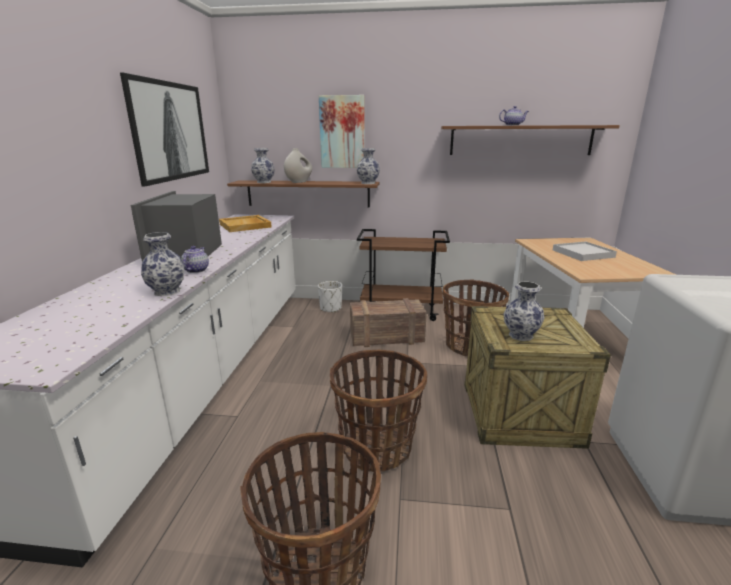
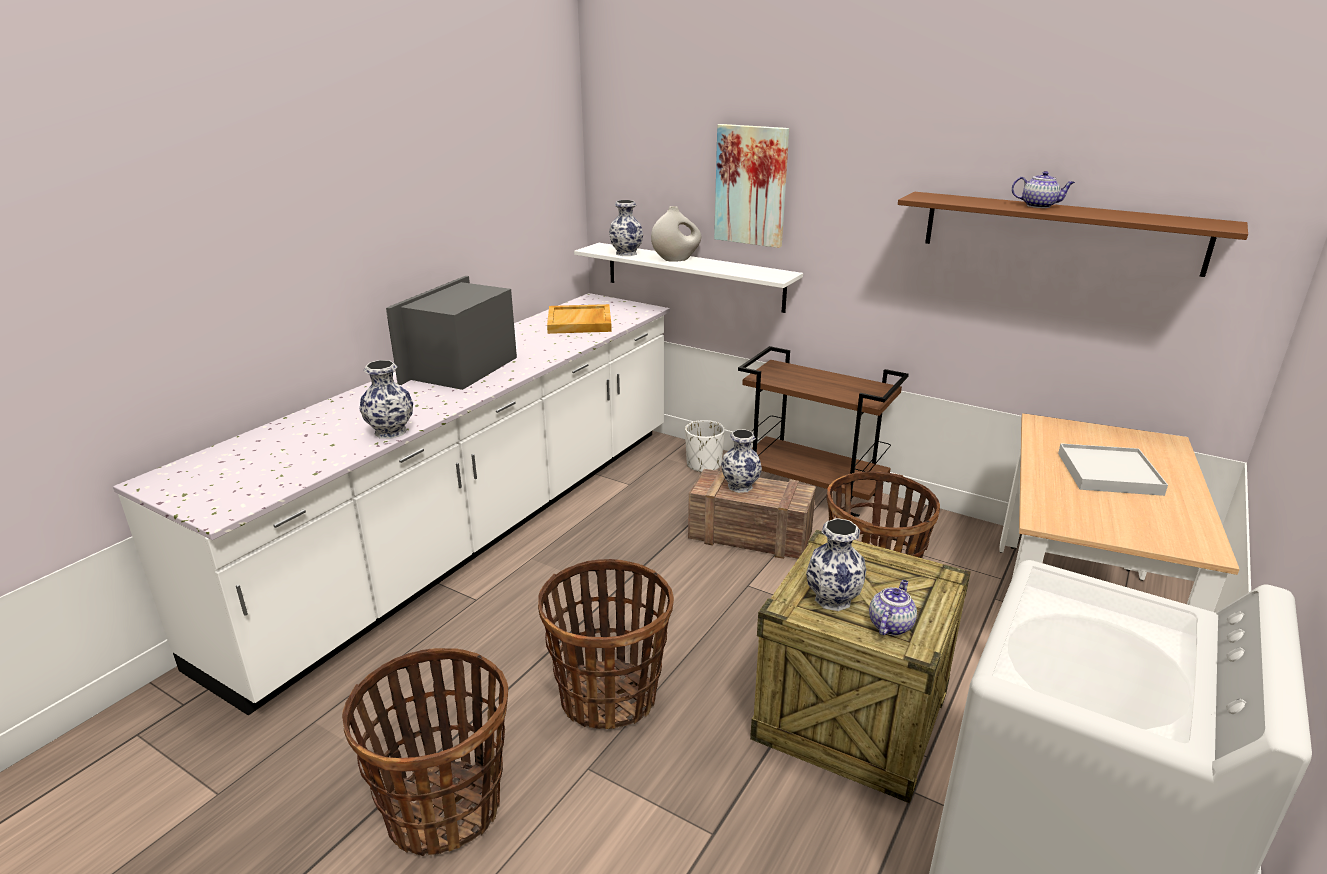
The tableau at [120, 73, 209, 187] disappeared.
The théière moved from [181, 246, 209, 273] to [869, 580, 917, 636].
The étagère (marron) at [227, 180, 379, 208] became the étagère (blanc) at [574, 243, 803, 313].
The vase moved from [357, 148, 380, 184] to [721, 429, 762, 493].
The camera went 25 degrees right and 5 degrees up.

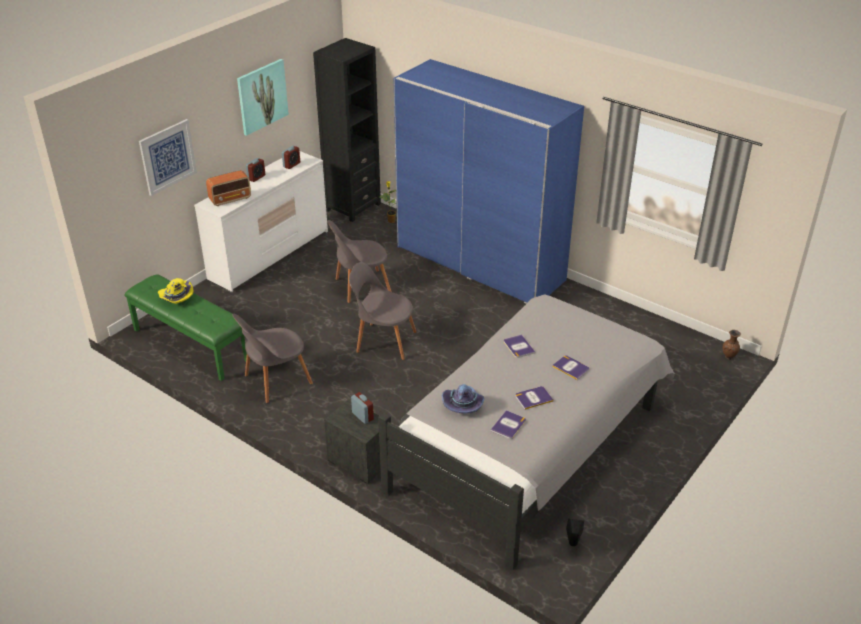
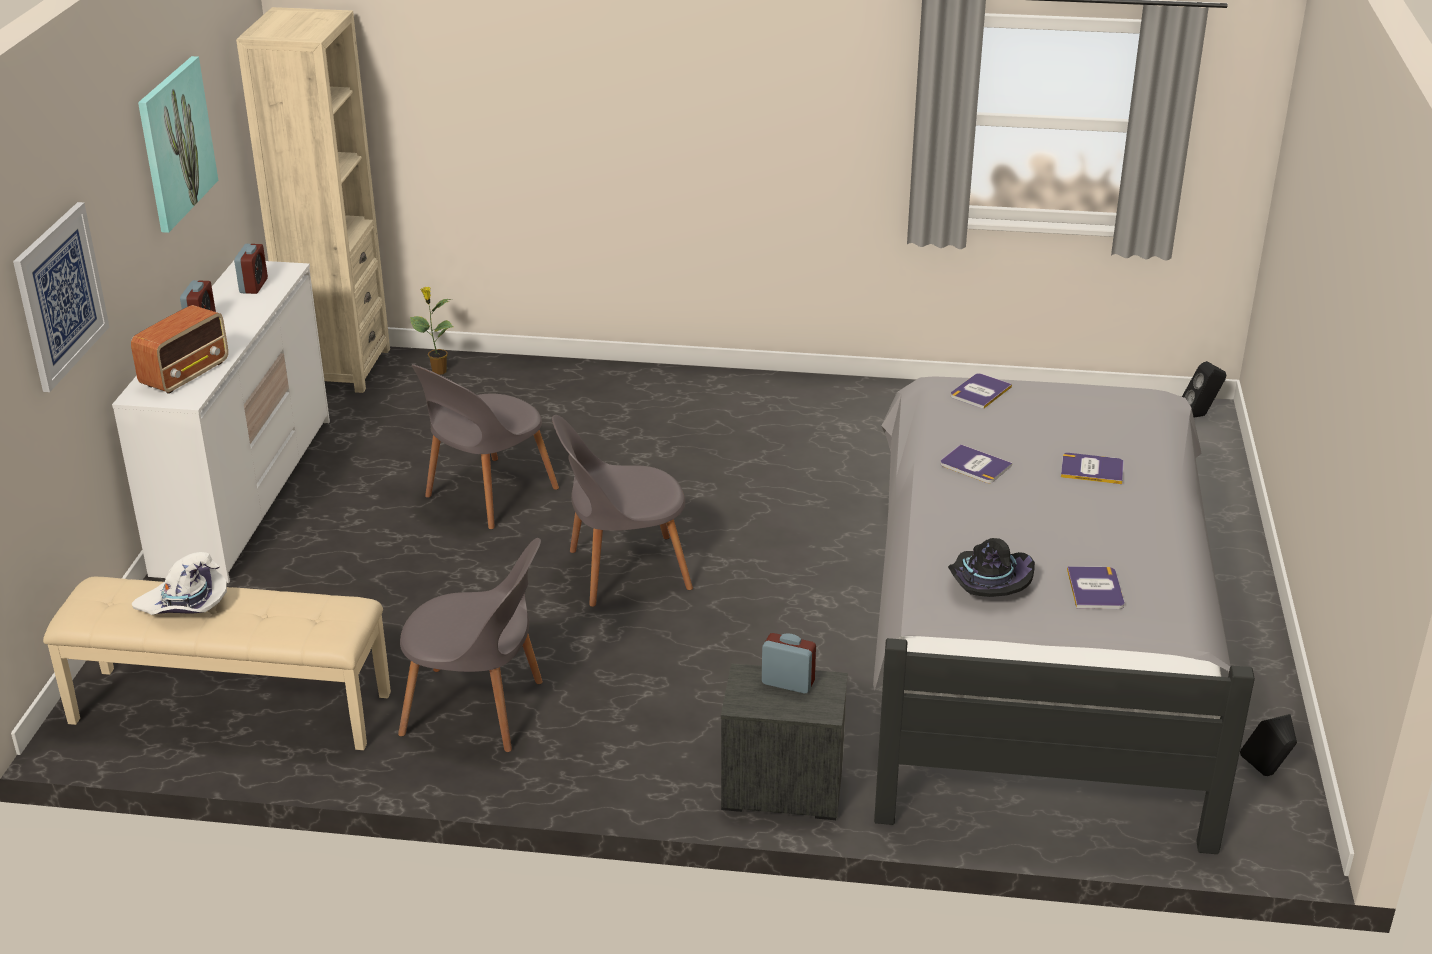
The banc (vert) at [124, 274, 251, 381] became the banc (beige) at [43, 577, 391, 750].
The chapeau (jaune) at [158, 278, 193, 304] became the chapeau (blanc) at [132, 552, 227, 615].
The chaise (gris) at [232, 314, 313, 403] turned 105 degrees counterclockwise.
The bibliothèque (noir) at [313, 38, 381, 222] became the bibliothèque (beige) at [236, 7, 390, 393].
The armoire (bleu) at [394, 59, 584, 304] disappeared.
The chapeau (violet) at [442, 384, 484, 414] became the chapeau (noir) at [948, 538, 1035, 597].
The livre moved from [515, 386, 554, 410] to [951, 373, 1012, 409].
The vase (marron) at [723, 330, 741, 360] was replaced by the enceinte (noir) at [1182, 361, 1226, 417].
The camera went 30 degrees left and 5 degrees down.

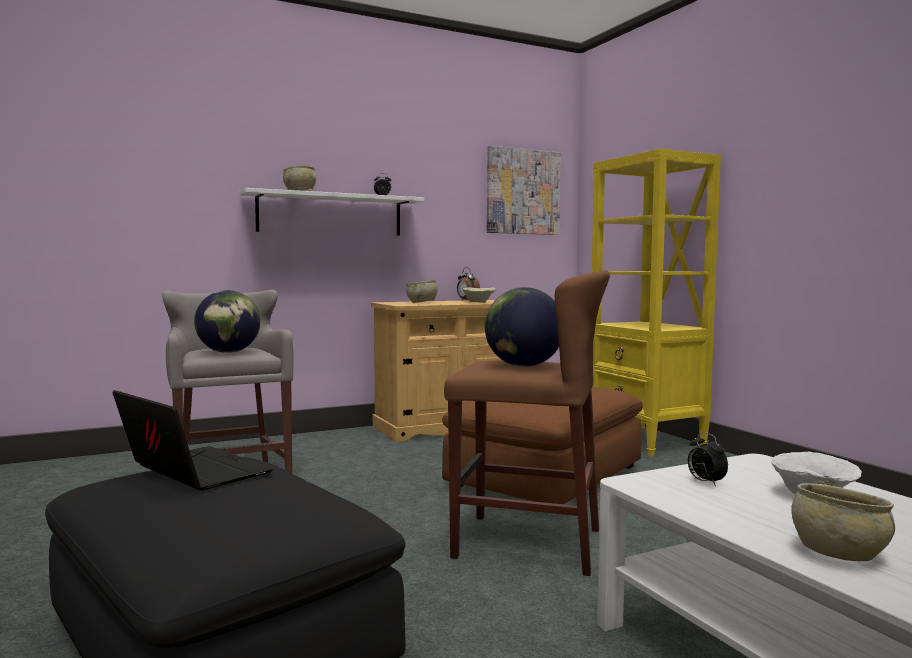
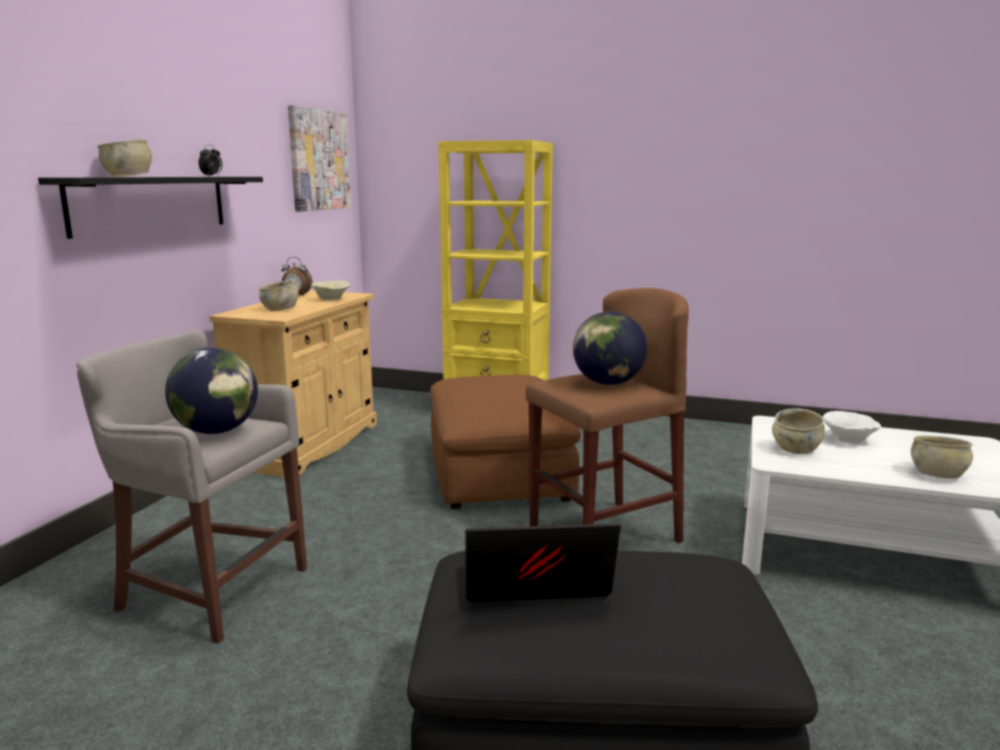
The étagère (blanc) at [240, 188, 424, 235] became the étagère (noir) at [38, 177, 263, 239].
The réveil at [688, 432, 728, 487] was replaced by the bol (beige) at [772, 409, 825, 454].
The camera went 45 degrees left and 10 degrees up.

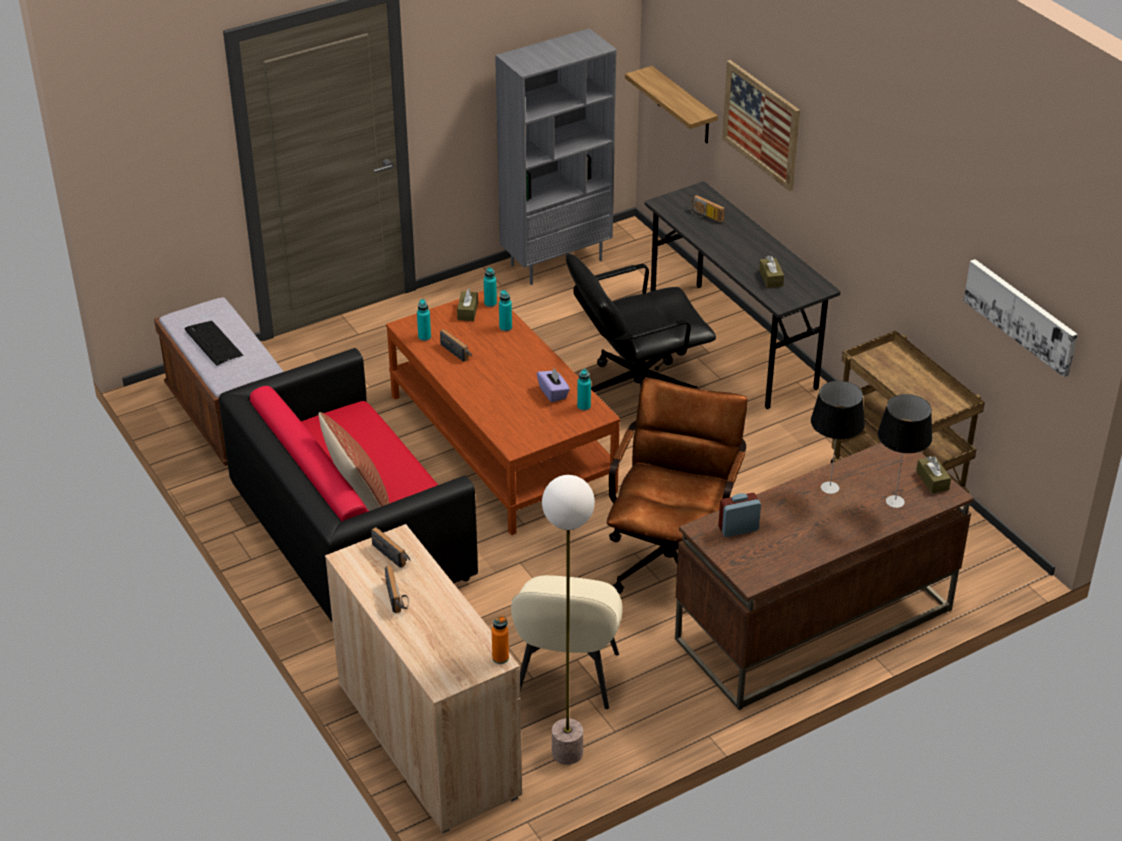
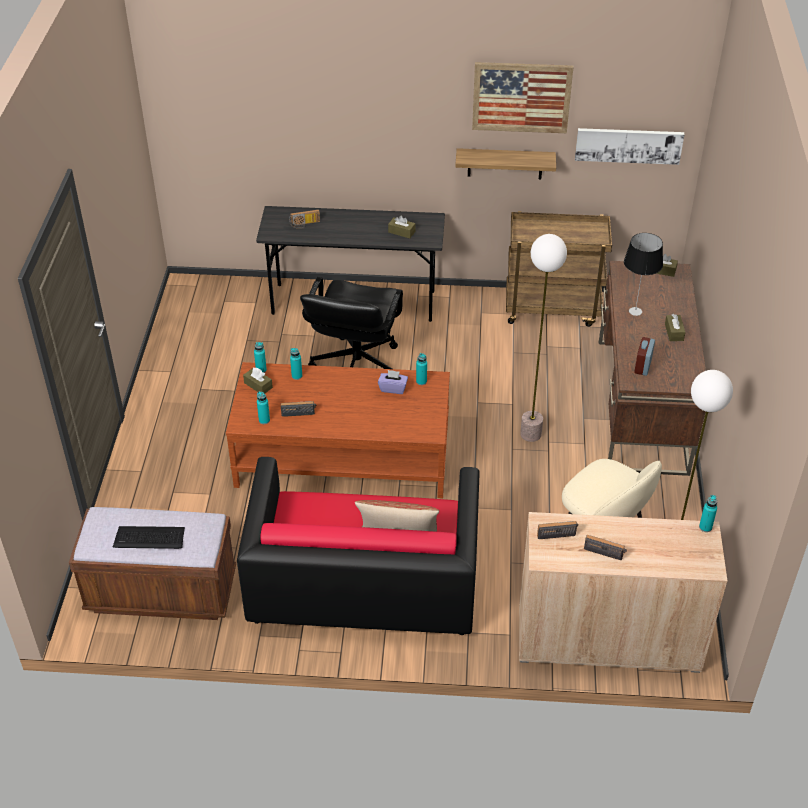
The bouteille (orange) at [492, 616, 509, 664] became the bouteille (turquoise) at [699, 495, 717, 532].
The bibliothèque (gris) at [495, 28, 616, 285] disappeared.
The chaise de bureau (marron) at [607, 378, 748, 594] was replaced by the lampadaire at [520, 234, 567, 442].
The étagère moved from [625, 66, 718, 143] to [455, 148, 556, 179].
The tableau moved from [722, 60, 800, 191] to [472, 62, 573, 133].
The lampe de table at [878, 394, 932, 508] disappeared.
The boîte à mouchoirs (marron) at [665, 314, 685, 341] appeared.
The camera went 55 degrees left and 5 degrees up.

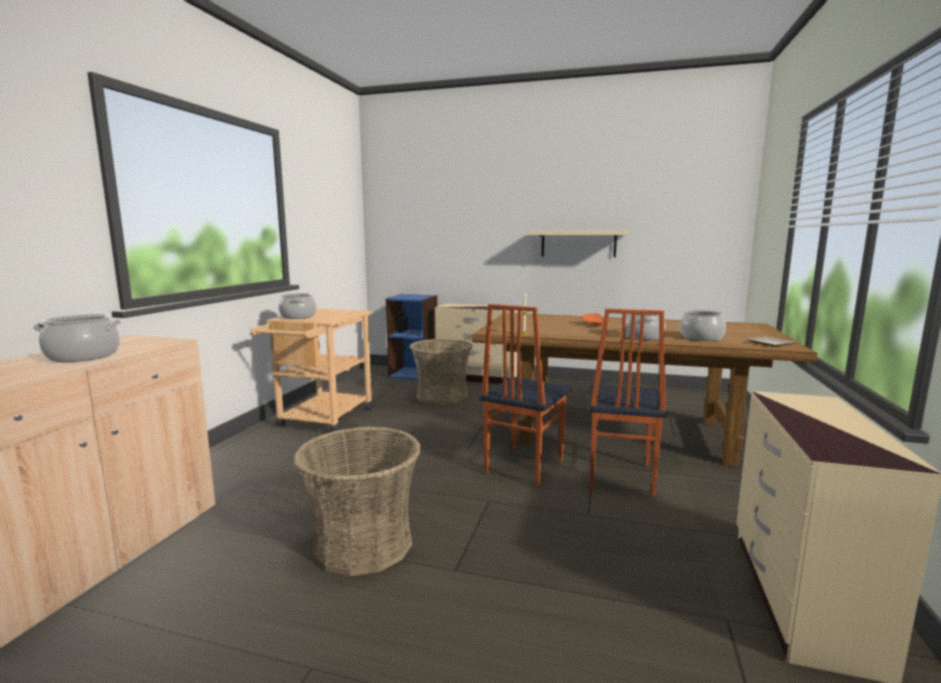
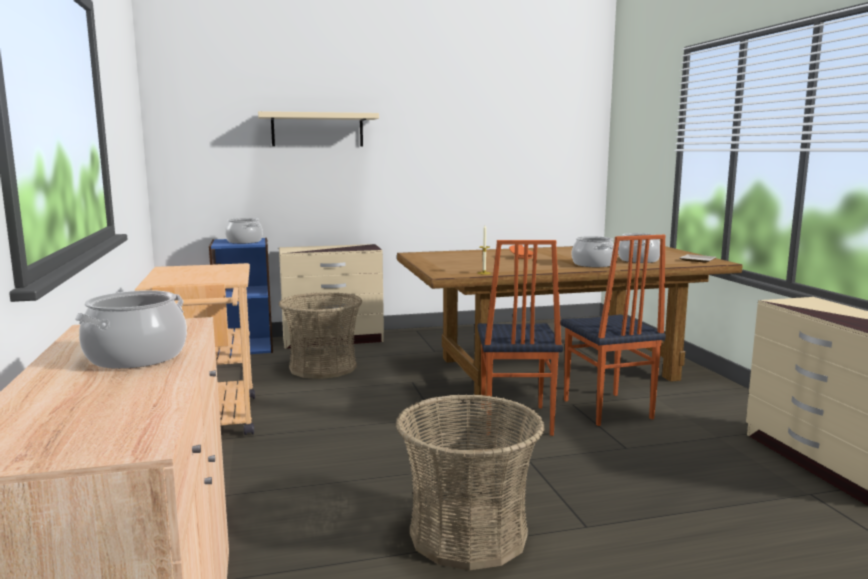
The marmite moved from [279, 293, 317, 319] to [225, 218, 263, 244].
The étagère (beige) moved from [529, 230, 628, 257] to [258, 111, 379, 146].
The camera went 30 degrees left and 0 degrees up.

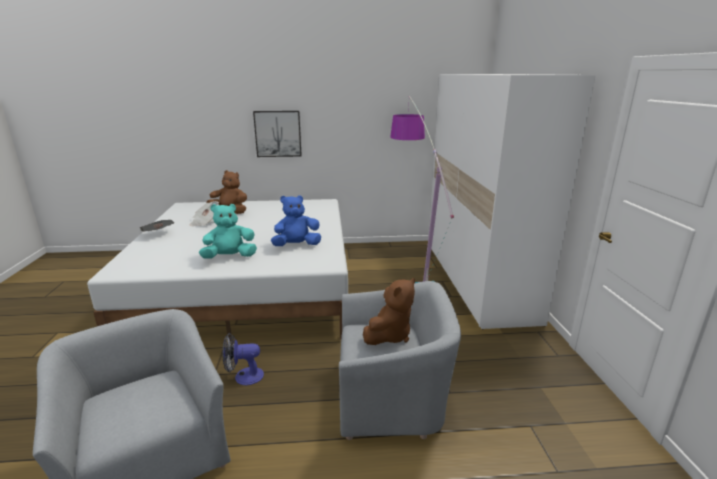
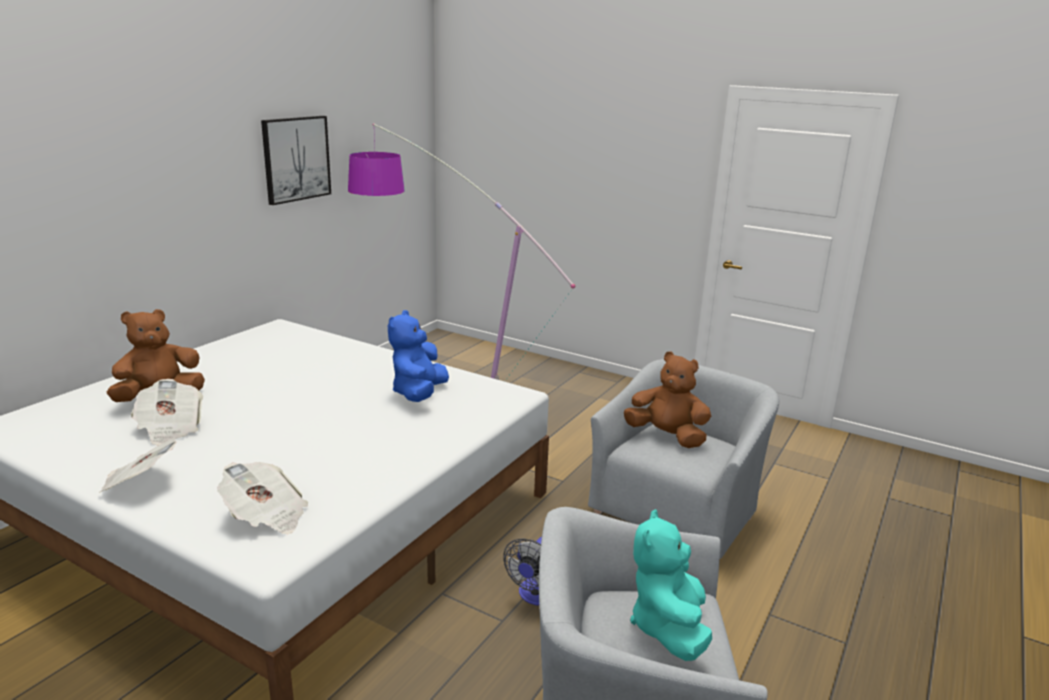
The peluche (turquoise) moved from [199, 204, 257, 258] to [630, 509, 712, 661].
The tableau moved from [253, 111, 302, 157] to [261, 116, 331, 205].
The peluche (marron) at [363, 278, 415, 345] turned 45 degrees counterclockwise.
The armoire (blanc) at [429, 74, 596, 329] disappeared.
The journal at [217, 462, 308, 534] appeared.
The camera went 55 degrees left and 0 degrees up.

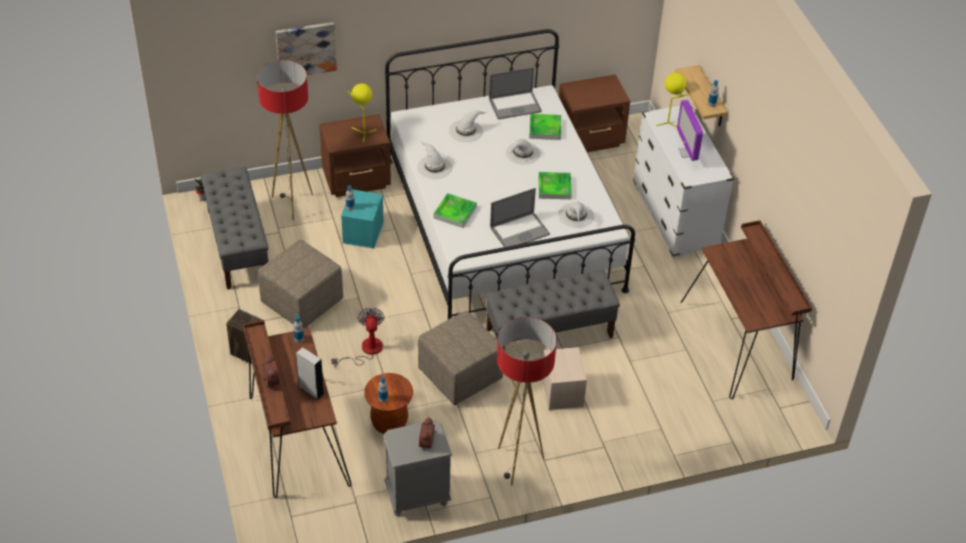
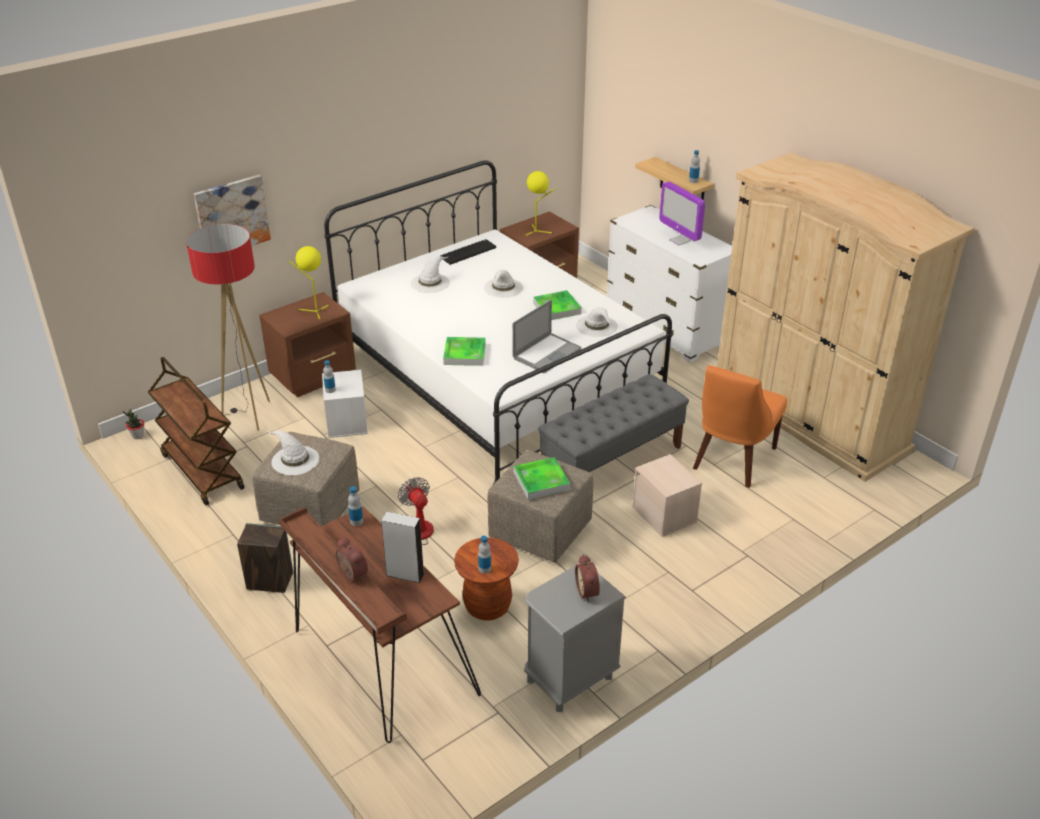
The banc (gris) at [201, 167, 269, 290] was replaced by the chariot (marron) at [148, 357, 245, 505].
The boîte de rangement (turquoise) at [341, 189, 384, 249] became the boîte de rangement (blanc) at [322, 370, 368, 438].
The chapeau (blanc) moved from [417, 141, 452, 179] to [268, 431, 319, 475].
The ordinateur portable at [489, 67, 542, 119] was replaced by the clavier at [440, 239, 496, 265].
The lampadaire at [497, 317, 557, 485] disappeared.
The plateau moved from [529, 113, 561, 140] to [514, 457, 570, 500].
The lampe de table (jaune) moved from [656, 73, 690, 128] to [526, 171, 556, 236].
The bureau (marron) at [681, 220, 812, 399] was replaced by the armoire (beige) at [717, 152, 974, 482].
The chaise (orange) at [693, 365, 787, 488] appeared.
The camera went 20 degrees left and 10 degrees down.

